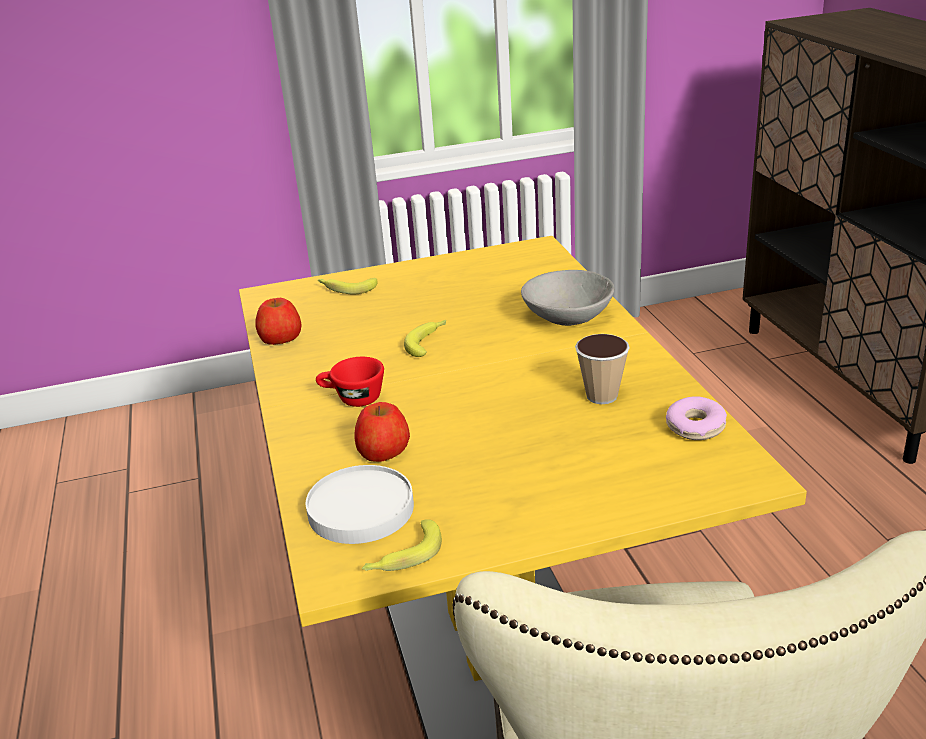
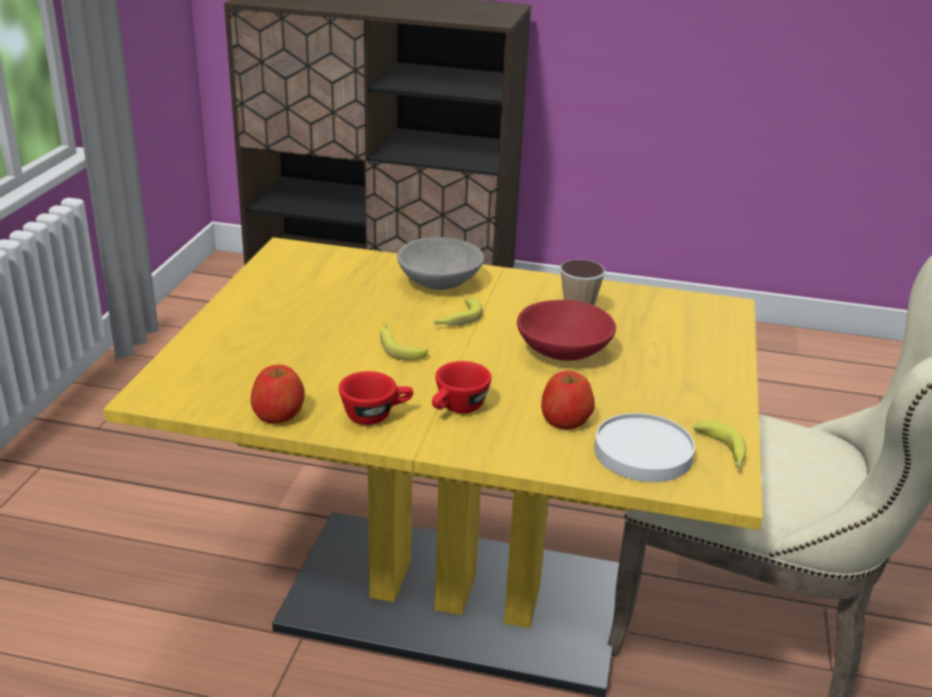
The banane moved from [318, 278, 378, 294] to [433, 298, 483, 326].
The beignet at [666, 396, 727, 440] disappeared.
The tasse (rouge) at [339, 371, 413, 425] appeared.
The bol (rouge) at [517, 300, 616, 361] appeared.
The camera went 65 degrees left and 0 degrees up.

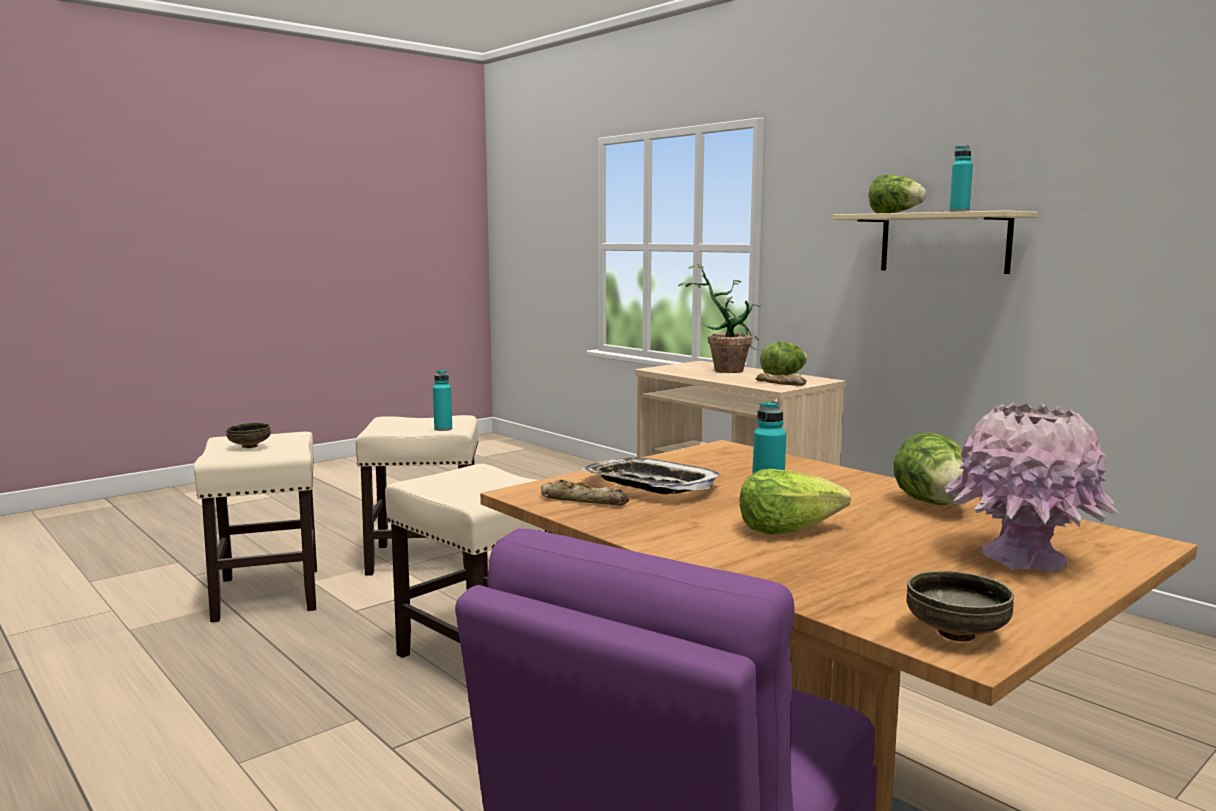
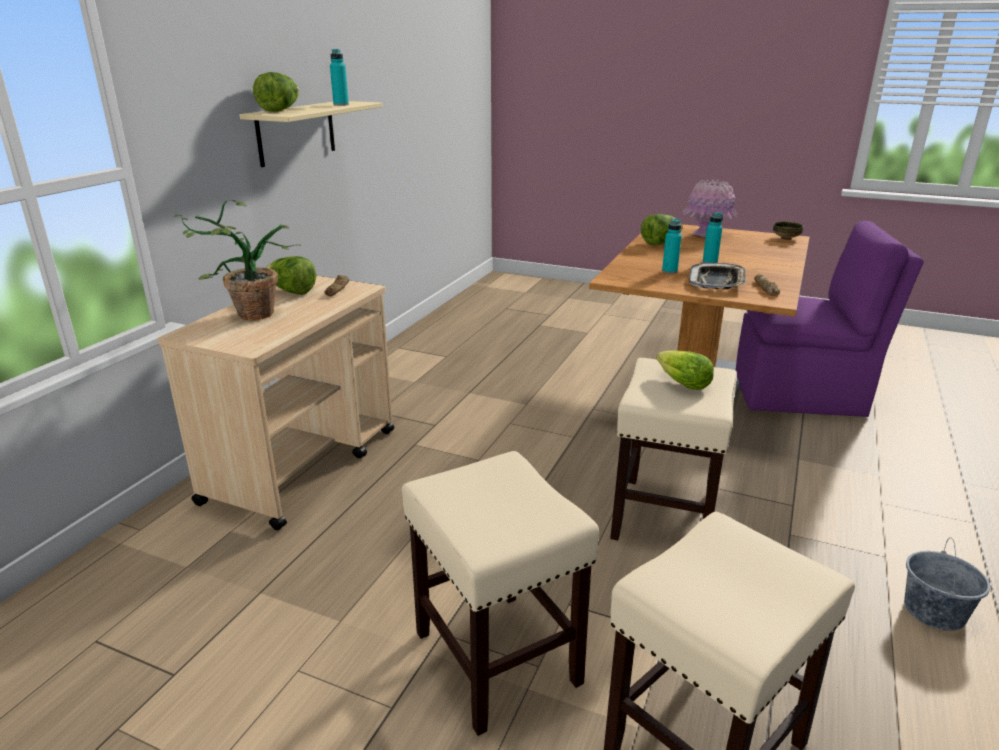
The bol at [226, 423, 271, 448] disappeared.
The bouteille (turquoise) moved from [433, 369, 452, 431] to [662, 219, 682, 274].
The laitue moved from [740, 469, 851, 535] to [656, 350, 714, 390].
The seau (gris) at [904, 537, 990, 631] appeared.
The camera went 115 degrees left and 15 degrees up.

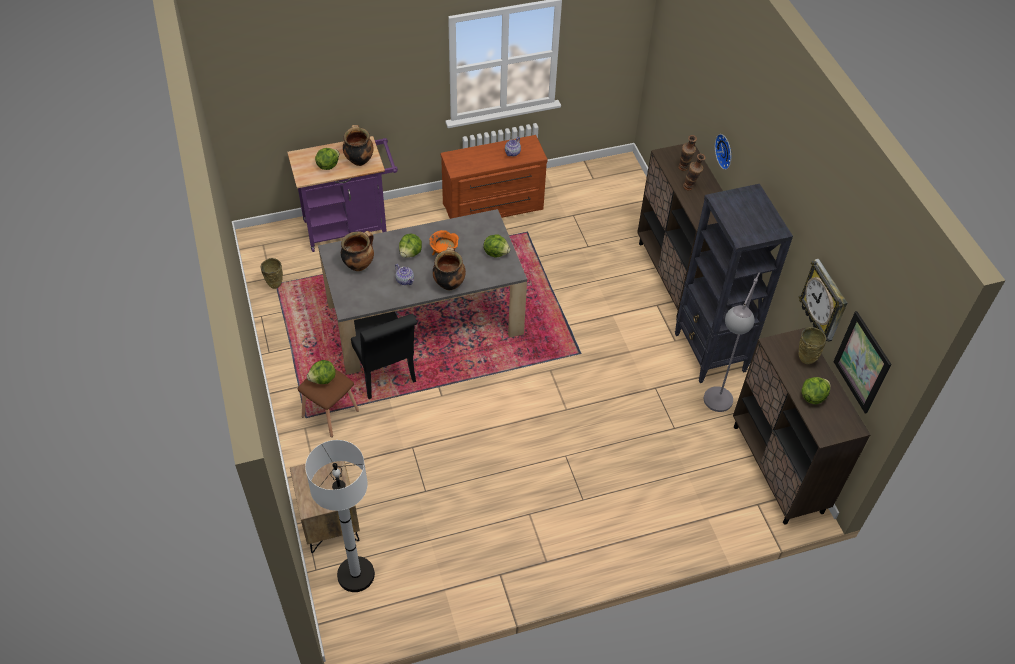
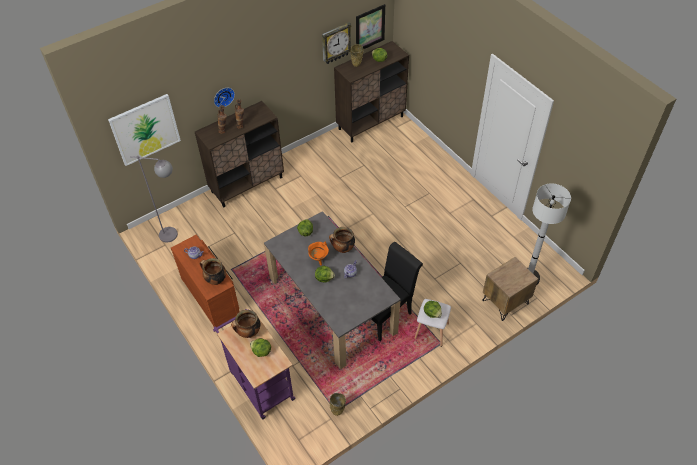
The tabouret (marron) at [298, 369, 359, 437] became the tabouret (blanc) at [415, 299, 451, 347].
The marmite moved from [341, 231, 374, 271] to [200, 258, 226, 285].
The bibliothèque (noir) at [675, 184, 793, 383] disappeared.
The lampadaire (gris) moved from [704, 273, 760, 412] to [131, 156, 178, 242].
The tableau at [108, 94, 181, 166] appeared.
The camera went 105 degrees left and 0 degrees up.

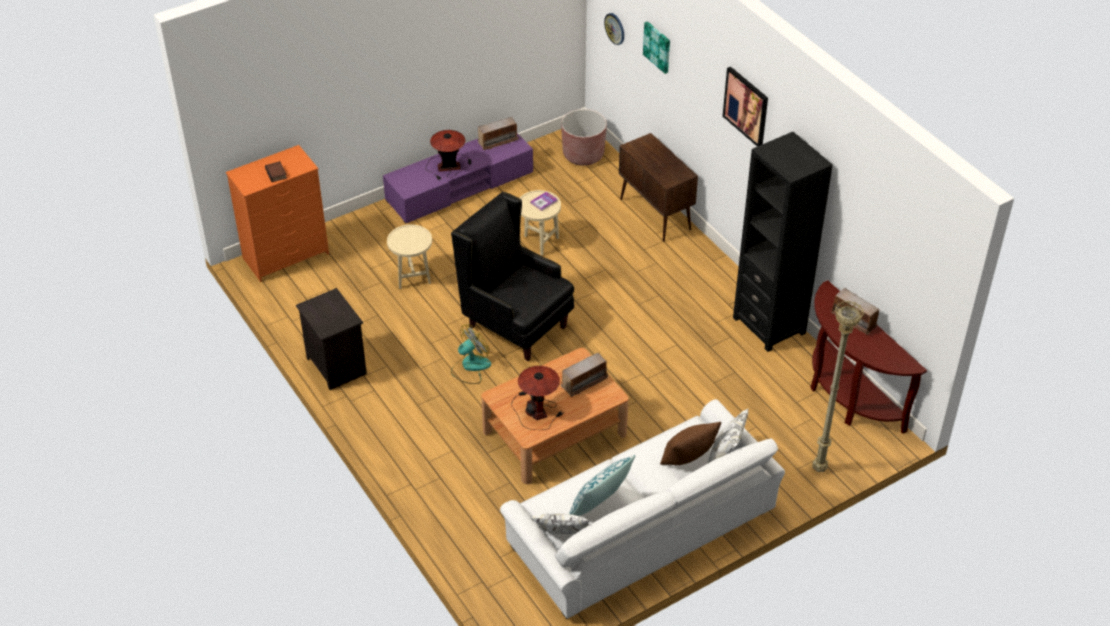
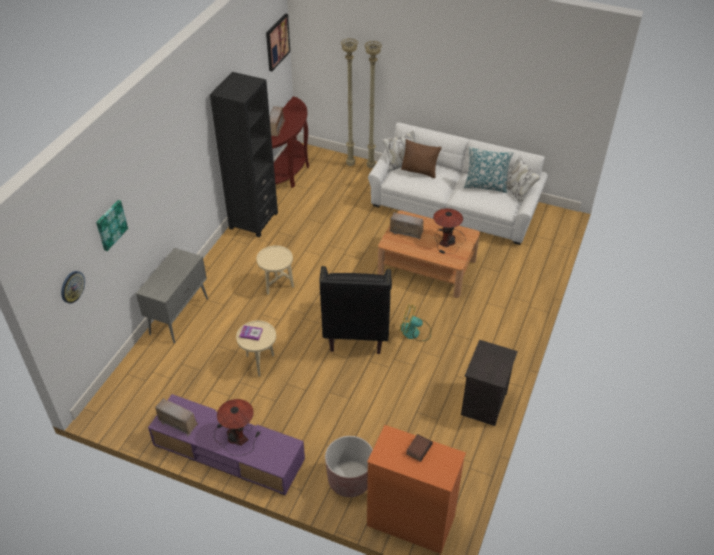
The table d'appoint (beige) moved from [387, 225, 432, 289] to [256, 245, 294, 295].
The cache-pot (marron) moved from [561, 109, 607, 166] to [325, 436, 373, 497].
The meuble de rangement (marron) at [619, 133, 698, 242] became the meuble de rangement (gris) at [136, 248, 208, 344].
The tableau moved from [723, 67, 768, 147] to [266, 13, 290, 72].
The lampadaire (beige) at [364, 40, 382, 168] appeared.
The camera went 125 degrees left and 0 degrees up.

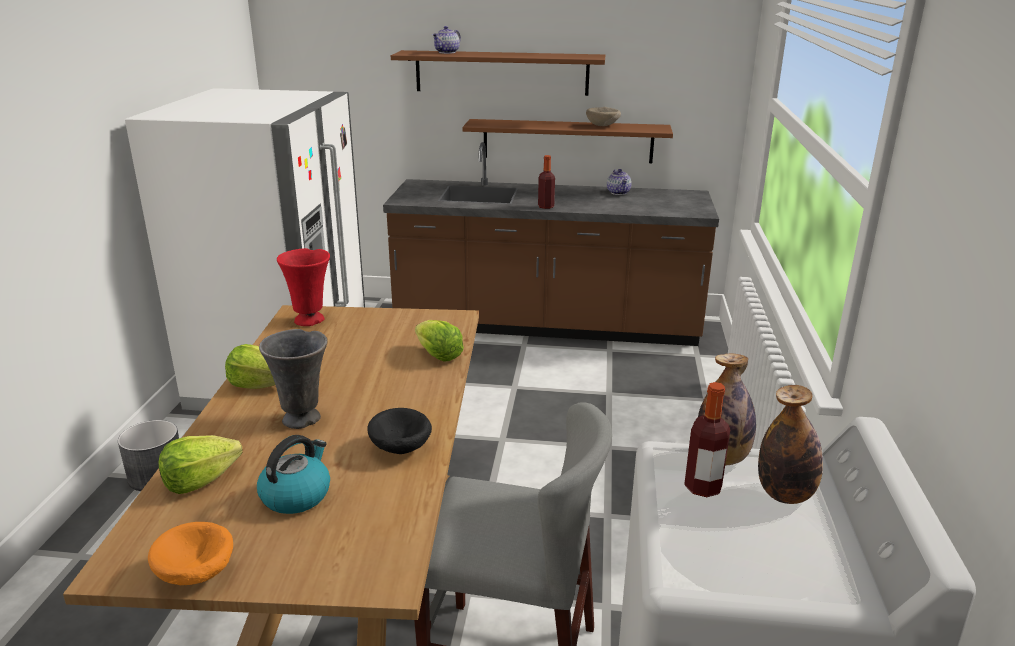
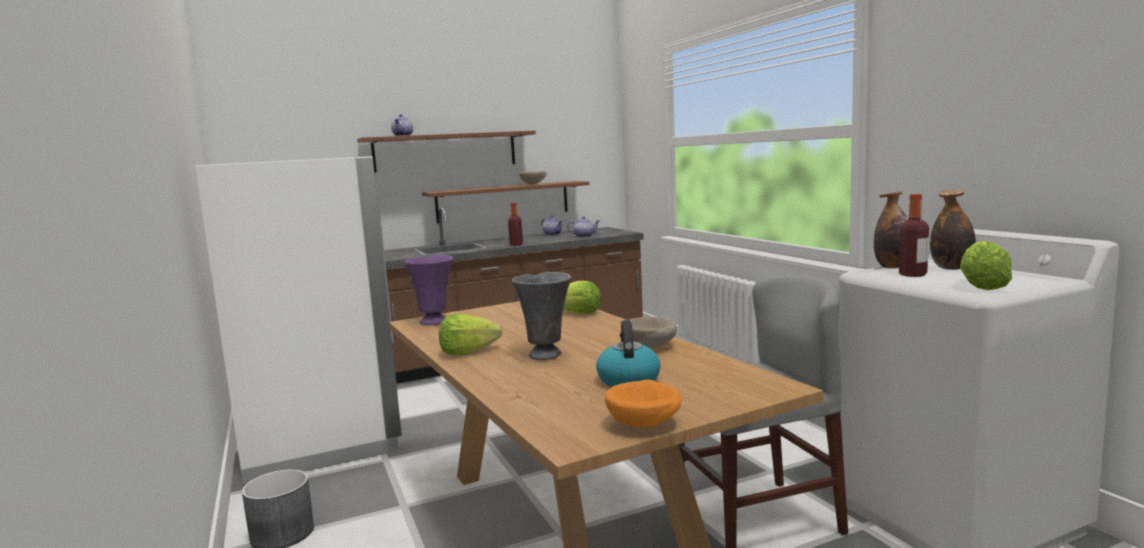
The laitue moved from [159, 435, 242, 494] to [960, 241, 1012, 290].
The vase (rouge) at [277, 248, 330, 326] became the vase (violet) at [404, 255, 453, 325].
The bol (noir) at [367, 408, 432, 454] became the bol (beige) at [629, 317, 677, 348].
The théière at [567, 216, 599, 237] appeared.
The camera went 30 degrees left and 15 degrees down.

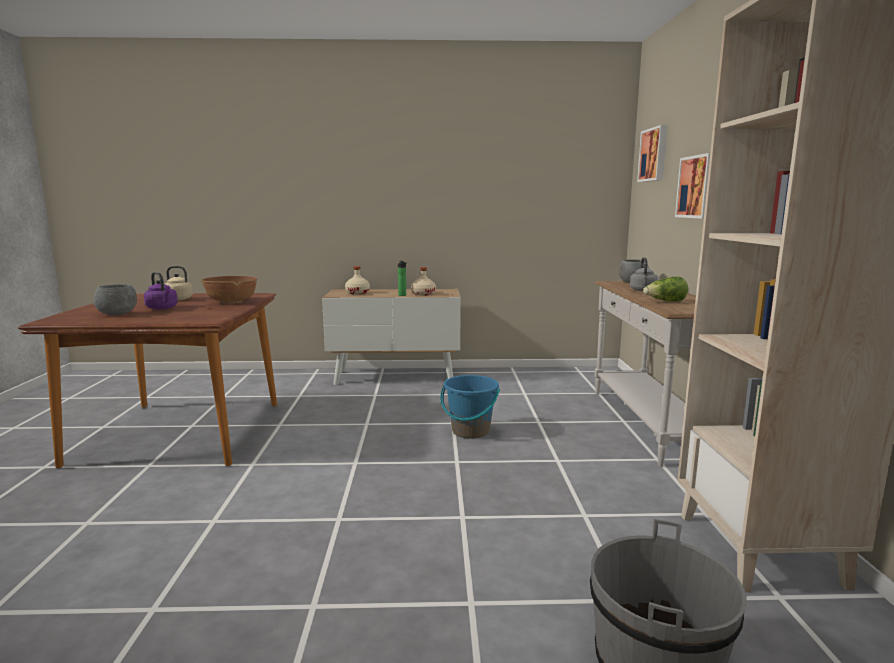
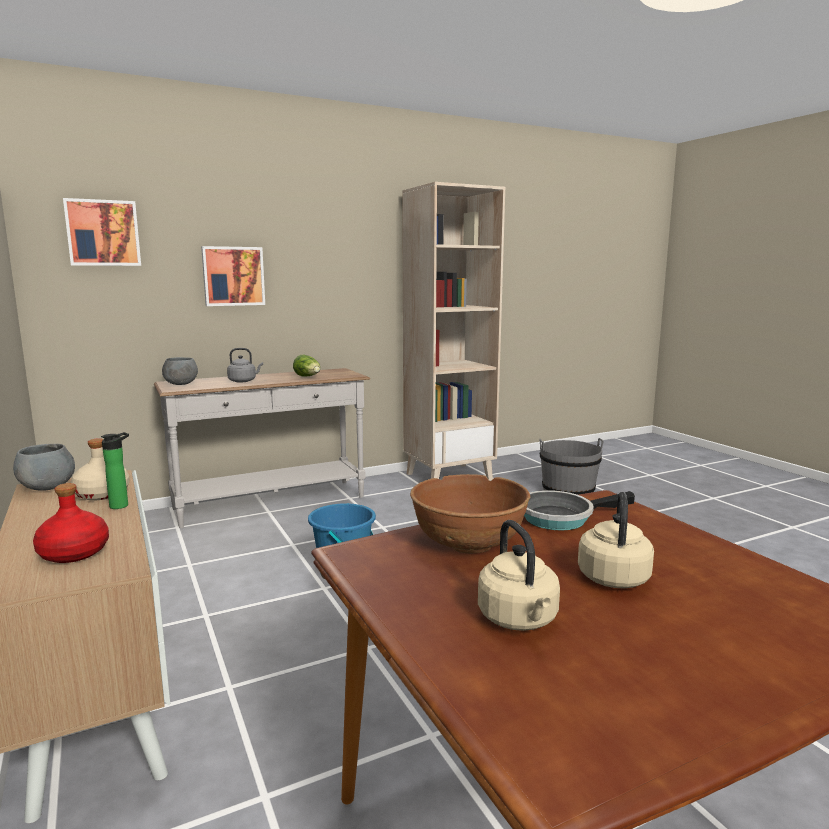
The bol (gris) moved from [93, 284, 137, 315] to [13, 444, 75, 491].
The bouilloire (violet) at [144, 272, 178, 310] became the bouilloire (beige) at [578, 492, 654, 589].
The bouteille (beige) at [345, 266, 370, 294] became the bouteille (rouge) at [33, 483, 109, 563].
The poêle at [524, 490, 635, 530] appeared.
The camera went 115 degrees left and 0 degrees up.

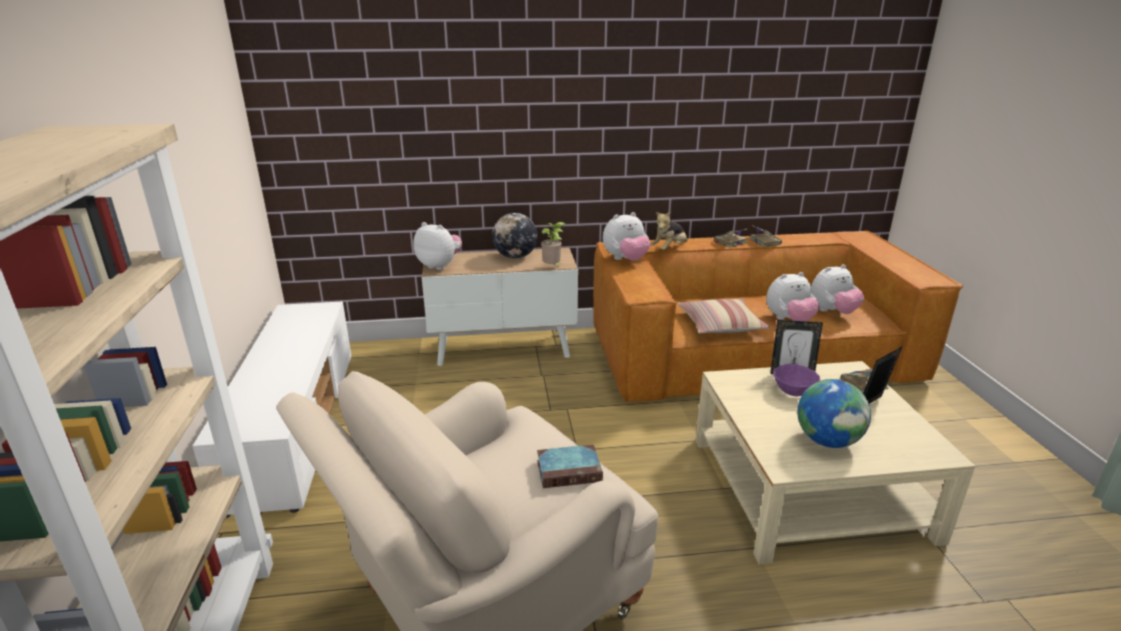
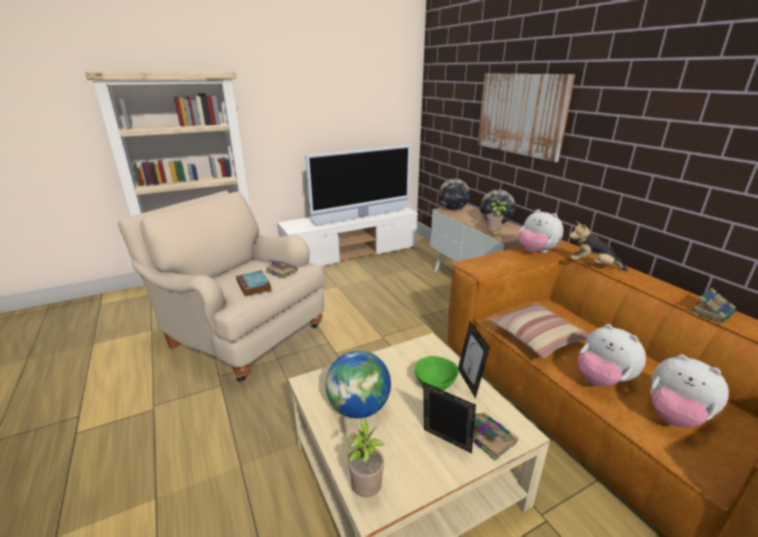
The peluche at [413, 222, 462, 270] was replaced by the globe at [439, 179, 470, 210].
The livre moved from [714, 228, 748, 248] to [265, 259, 298, 279].
The bol (violet) at [773, 364, 820, 397] became the bol (vert) at [414, 356, 458, 390].
The téléviseur at [305, 145, 410, 226] appeared.
The plante en pot at [348, 417, 385, 498] appeared.
The tableau at [478, 74, 575, 162] appeared.
The camera went 70 degrees right and 0 degrees up.

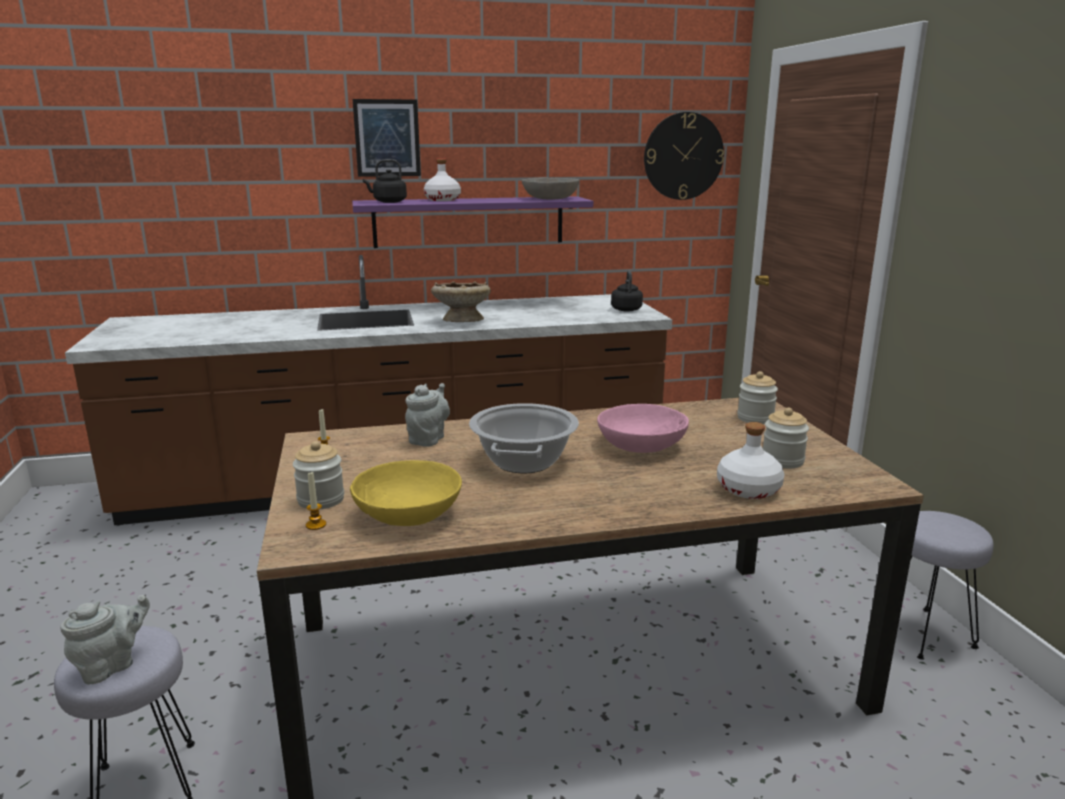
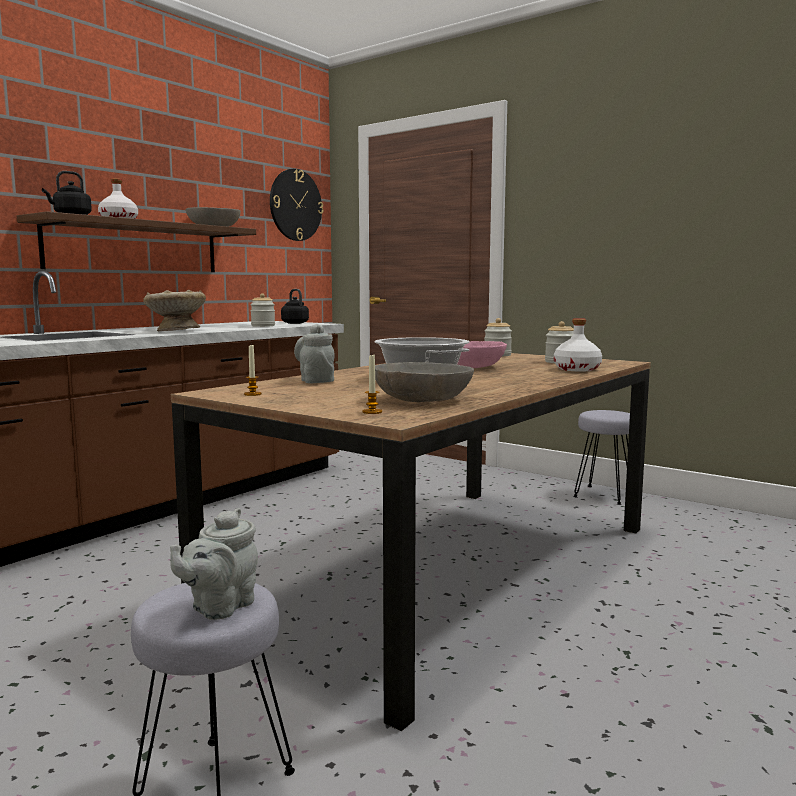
The théière (gris) at [60, 595, 150, 685] turned 150 degrees counterclockwise.
The bocal moved from [293, 441, 344, 509] to [250, 293, 275, 327].
The bol (jaune) at [350, 460, 462, 526] became the bol (gris) at [375, 362, 474, 402].
The étagère (violet) at [352, 196, 593, 248] became the étagère (marron) at [17, 211, 256, 272].
The tableau at [353, 99, 421, 177] disappeared.
The camera went 40 degrees left and 10 degrees down.

